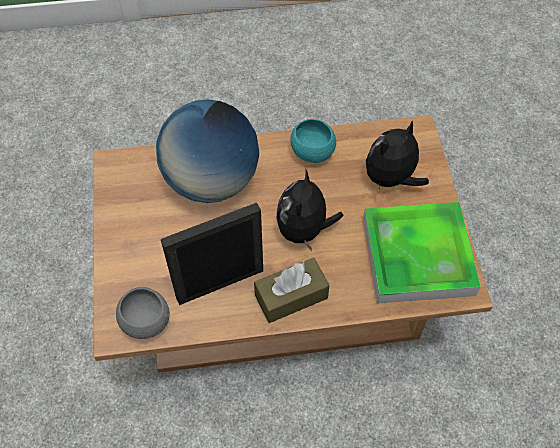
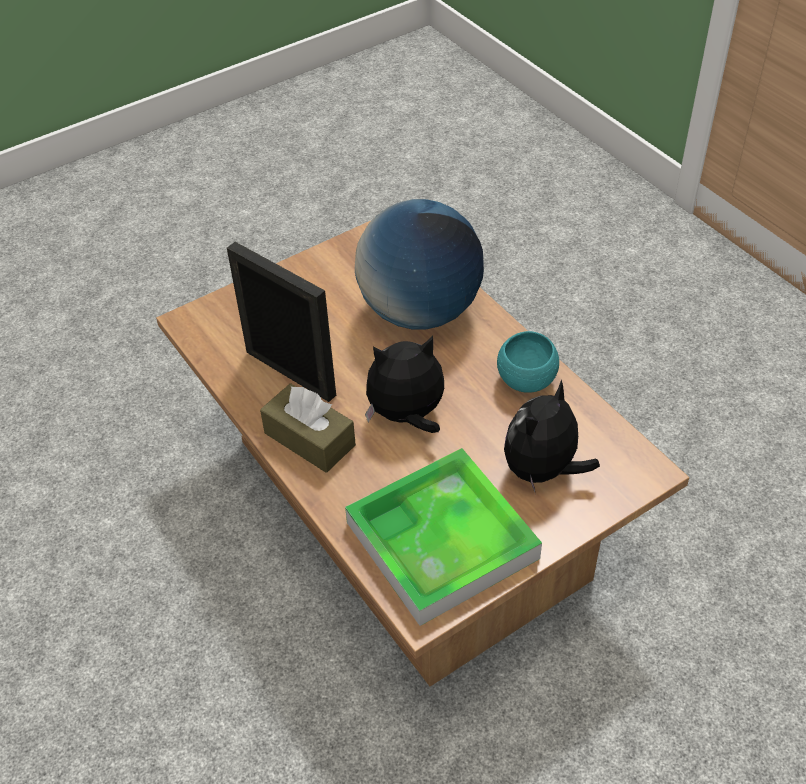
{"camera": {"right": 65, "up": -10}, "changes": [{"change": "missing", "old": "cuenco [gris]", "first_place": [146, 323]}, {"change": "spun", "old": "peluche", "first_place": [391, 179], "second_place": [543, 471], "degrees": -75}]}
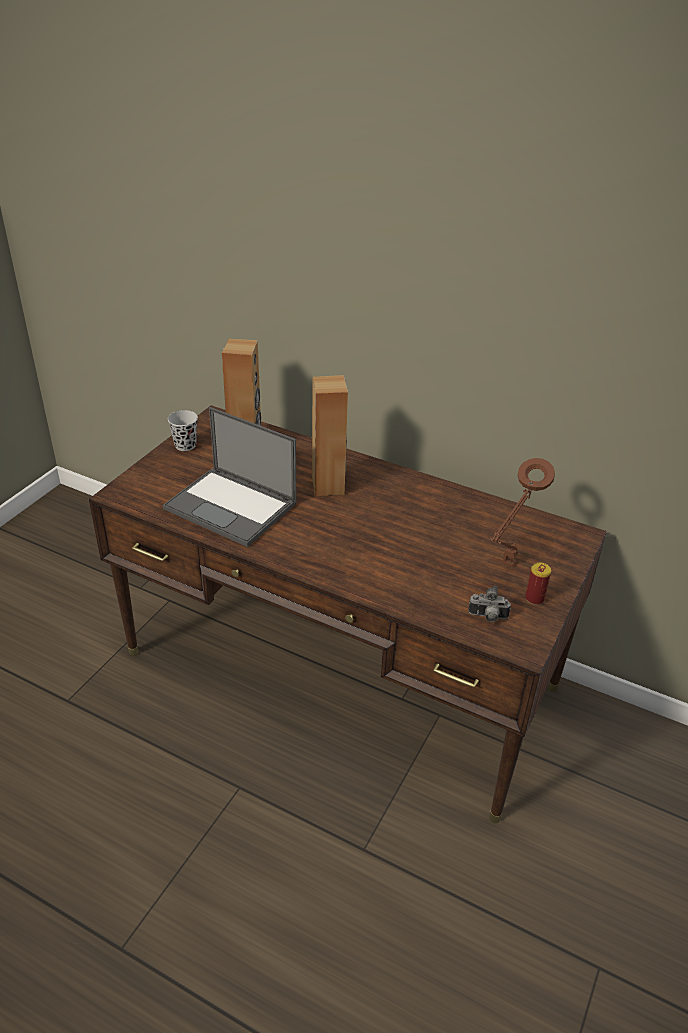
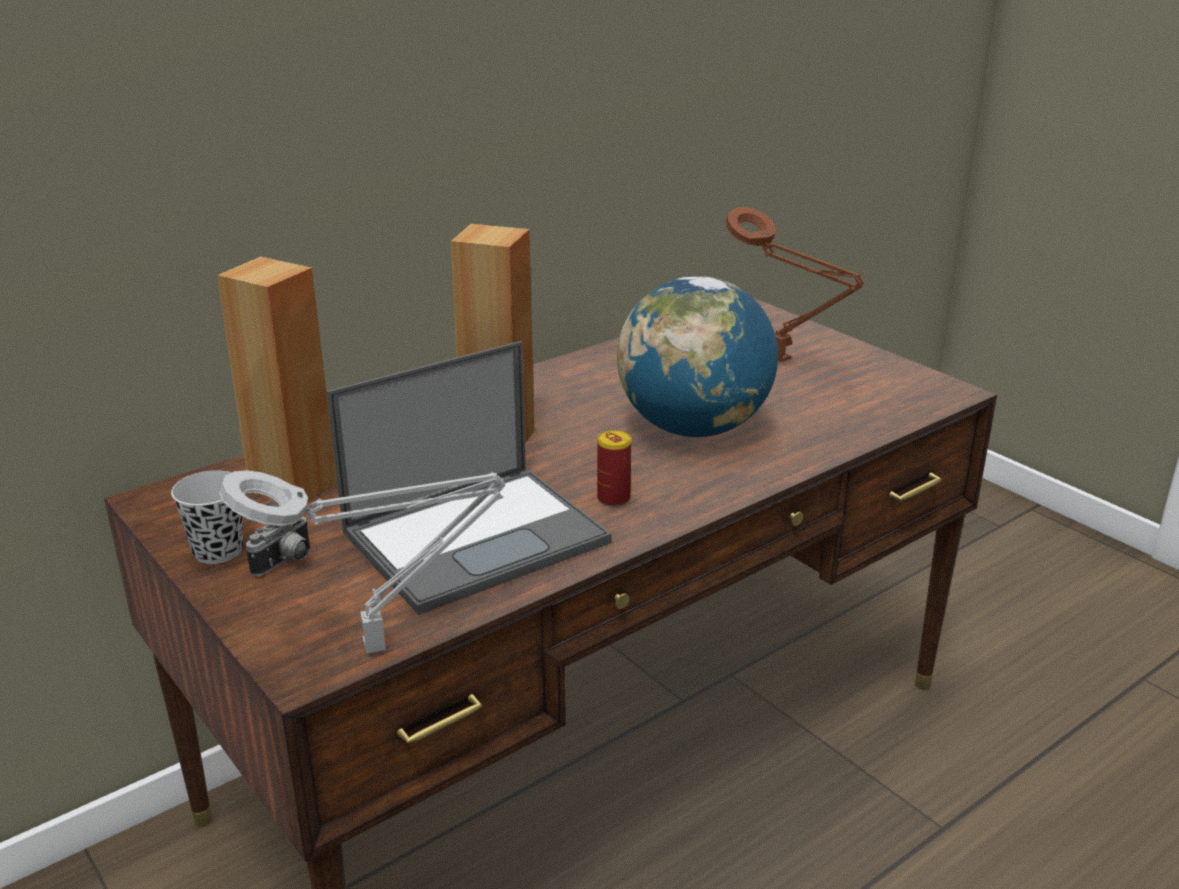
{"camera": {"right": -65, "up": -10}, "changes": [{"change": "relocated", "old": "cámara", "first_place": [488, 617], "second_place": [286, 562]}, {"change": "relocated", "old": "lata", "first_place": [534, 598], "second_place": [613, 499]}, {"change": "appeared", "new": "lámpara de mesa [gris]", "second_place": [383, 646]}, {"change": "appeared", "new": "globo terráqueo", "second_place": [694, 428]}]}
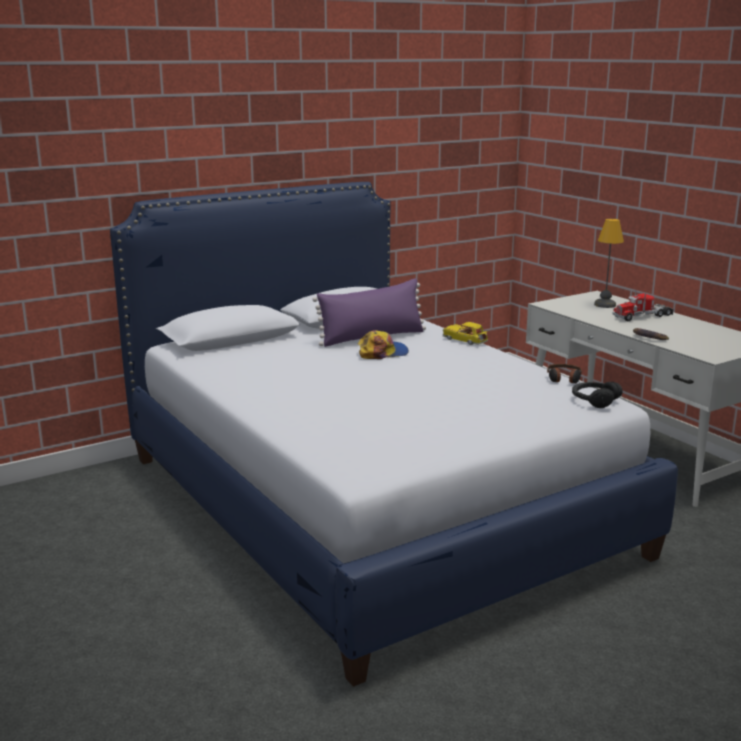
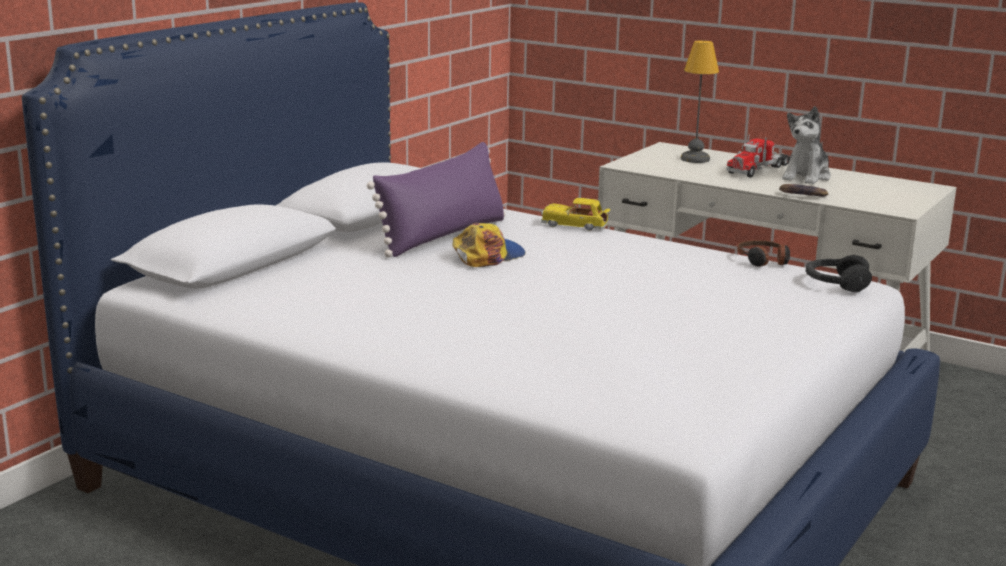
{"camera": {"right": -25, "up": 0}, "changes": [{"change": "appeared", "new": "peluche", "second_place": [806, 177]}]}
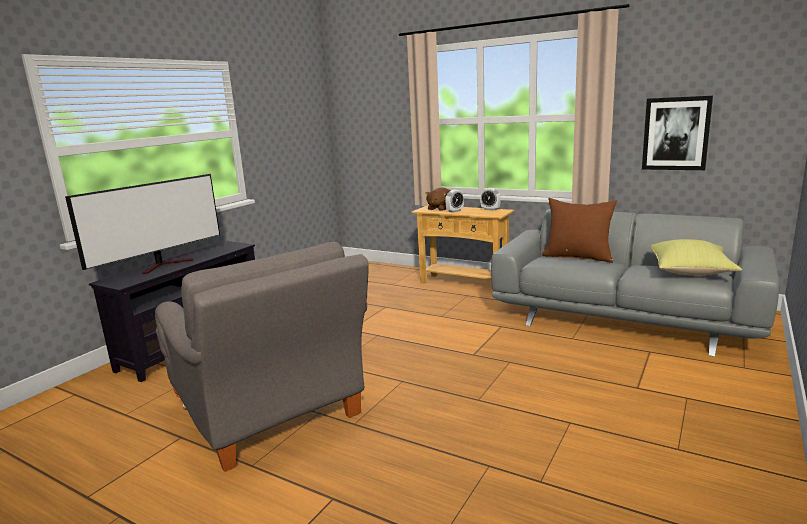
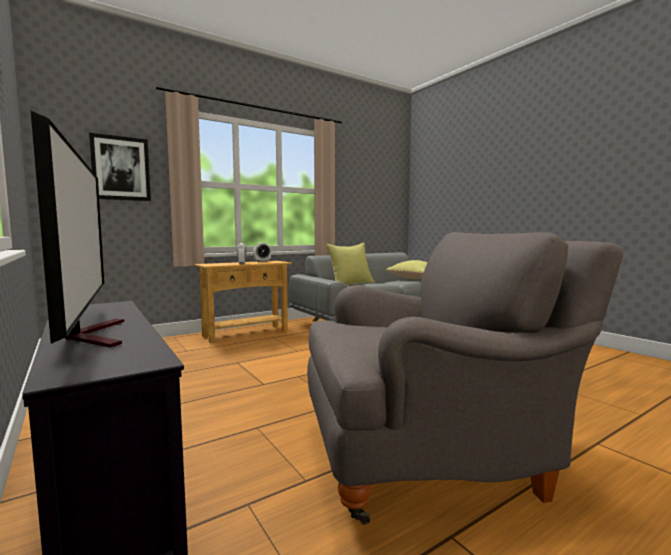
{"camera": {"right": -65, "up": -10}, "changes": [{"change": "missing", "old": "peluche [marrón]", "first_place": [439, 208]}, {"change": "colour", "old": "cojín [marrón]", "new": "cojín [amarillo]", "first_place": [578, 257], "second_place": [350, 284]}, {"change": "relocated", "old": "cuadro", "first_place": [676, 133], "second_place": [121, 168]}]}
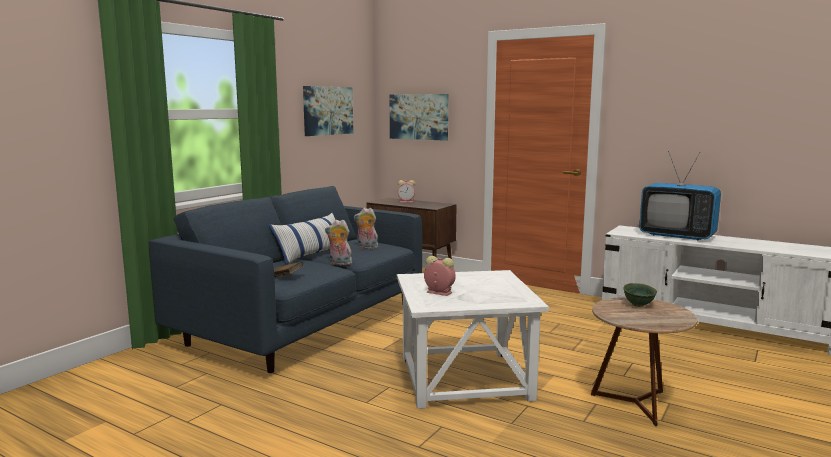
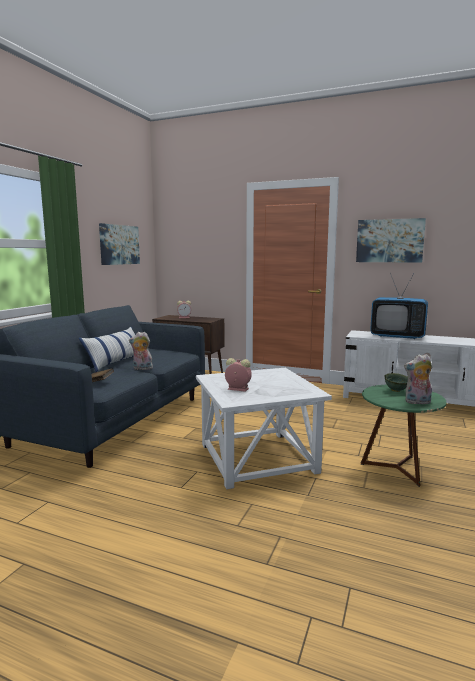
{"camera": {"right": -10, "up": 0}, "changes": [{"change": "relocated", "old": "peluche", "first_place": [366, 248], "second_place": [417, 402]}, {"change": "relocated", "old": "cuadro", "first_place": [419, 116], "second_place": [389, 241]}, {"change": "colour", "old": "mesa auxiliar [marrón]", "new": "mesa auxiliar [verde]", "first_place": [636, 403], "second_place": [397, 468]}]}
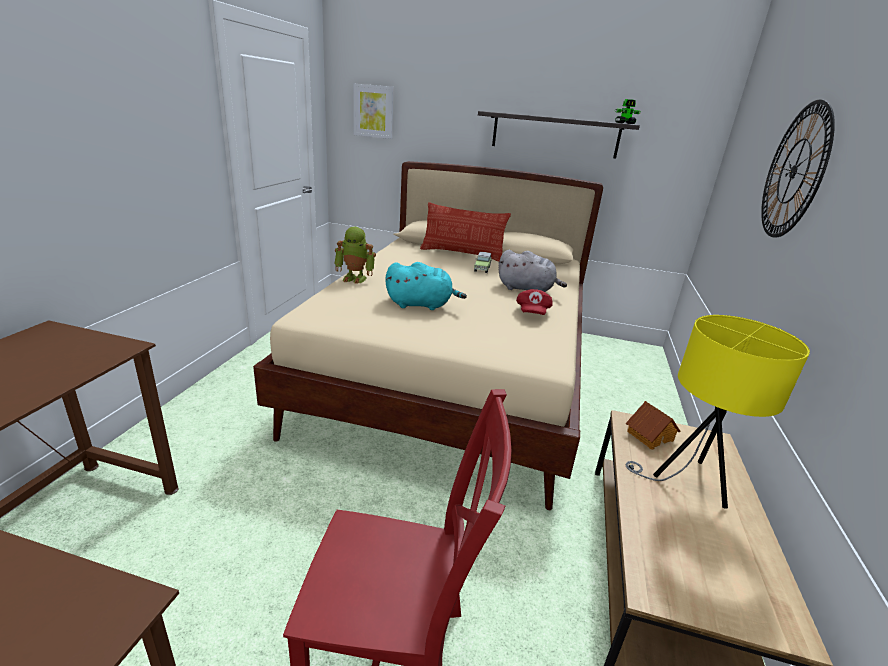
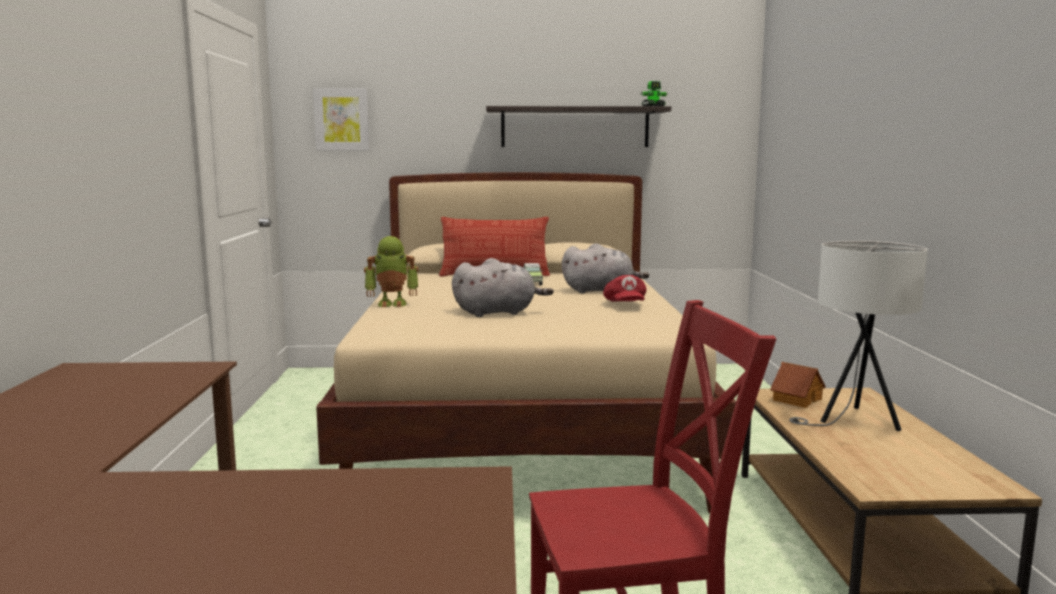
{"camera": {"right": -15, "up": -15}, "changes": [{"change": "colour", "old": "peluche [turquesa]", "new": "peluche [gris]", "first_place": [421, 305], "second_place": [498, 313]}, {"change": "colour", "old": "lámpara de mesa [amarillo]", "new": "lámpara de mesa [blanco]", "first_place": [687, 481], "second_place": [853, 422]}, {"change": "missing", "old": "reloj de pared", "first_place": [794, 171]}]}
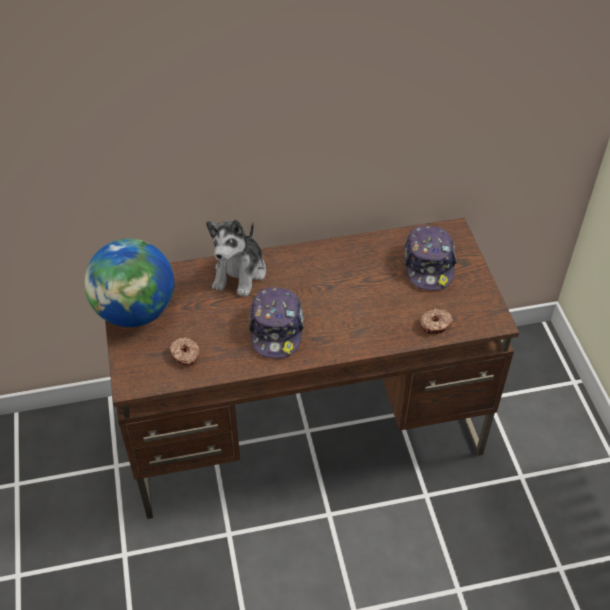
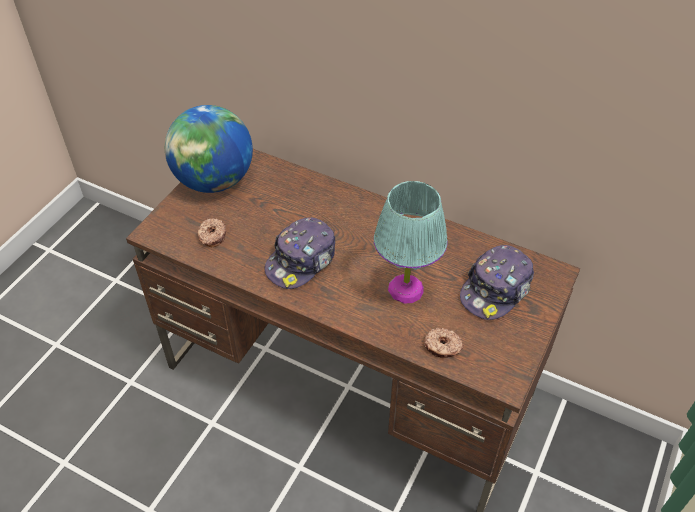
{"camera": {"right": 40, "up": 0}, "changes": [{"change": "missing", "old": "peluche", "first_place": [240, 273]}, {"change": "appeared", "new": "lámpara de mesa [turquesa]", "second_place": [406, 289]}]}
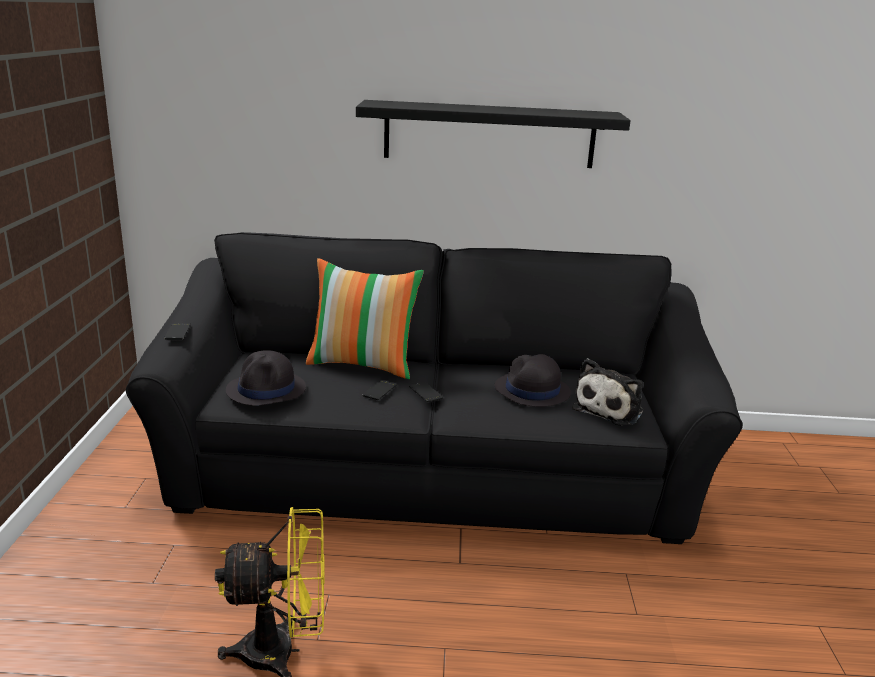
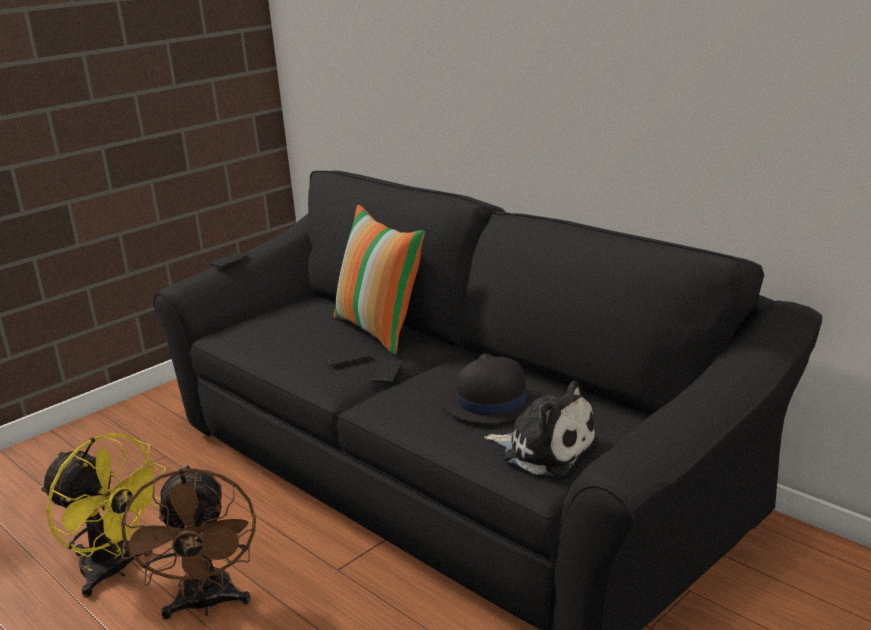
{"camera": {"right": 45, "up": 0}, "changes": [{"change": "missing", "old": "sombrero [negro]", "first_place": [266, 390]}, {"change": "missing", "old": "estante [negro]", "first_place": [489, 134]}, {"change": "spun", "old": "peluche", "first_place": [610, 409], "second_place": [544, 449], "degrees": -135}, {"change": "appeared", "new": "ventilador [marrón]", "second_place": [207, 605]}]}
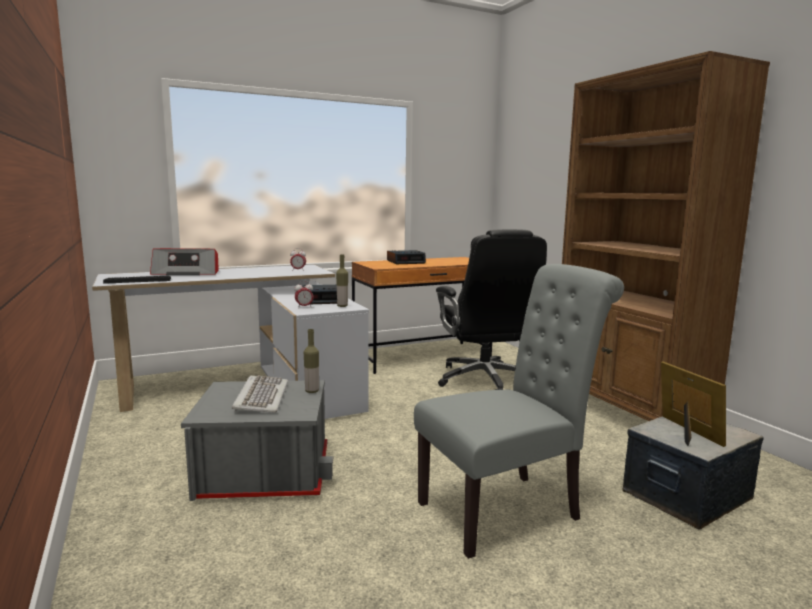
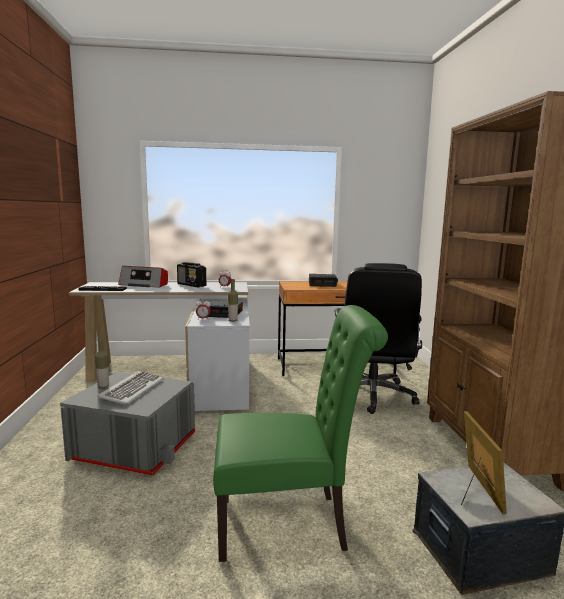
{"camera": {"right": 20, "up": 0}, "changes": [{"change": "relocated", "old": "botella", "first_place": [312, 391], "second_place": [103, 386]}, {"change": "colour", "old": "silla [gris]", "new": "silla [verde]", "first_place": [507, 509], "second_place": [290, 523]}, {"change": "appeared", "new": "radio", "second_place": [192, 285]}]}
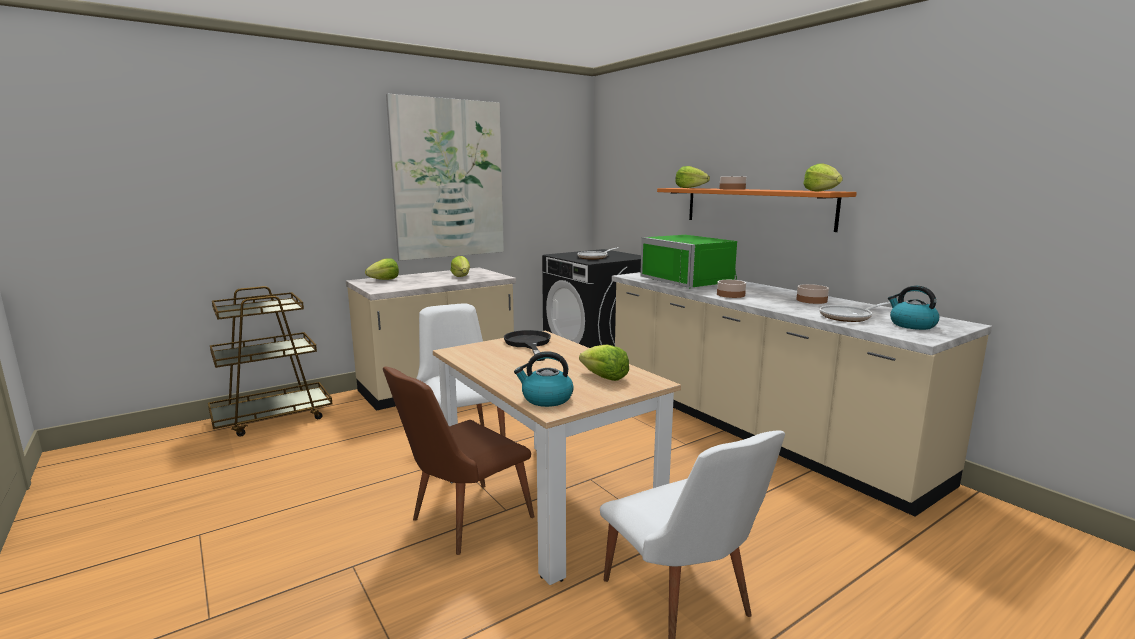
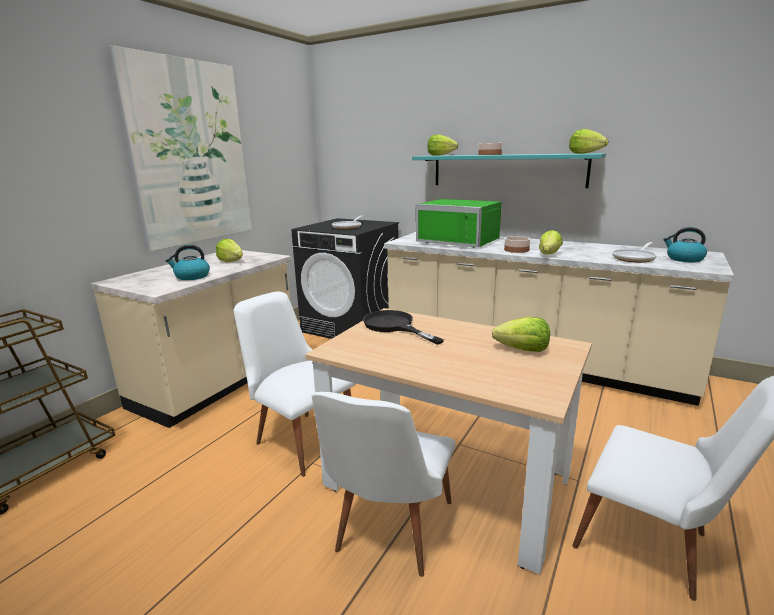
{"camera": {"right": -25, "up": 5}, "changes": [{"change": "relocated", "old": "lechuga", "first_place": [384, 280], "second_place": [549, 254]}, {"change": "colour", "old": "silla [marrón]", "new": "silla [blanco]", "first_place": [461, 521], "second_place": [388, 534]}, {"change": "relocated", "old": "hervidor", "first_place": [546, 399], "second_place": [192, 277]}, {"change": "colour", "old": "estante [naranja]", "new": "estante [turquesa]", "first_place": [756, 207], "second_place": [507, 170]}, {"change": "missing", "old": "cuenco", "first_place": [811, 300]}]}
